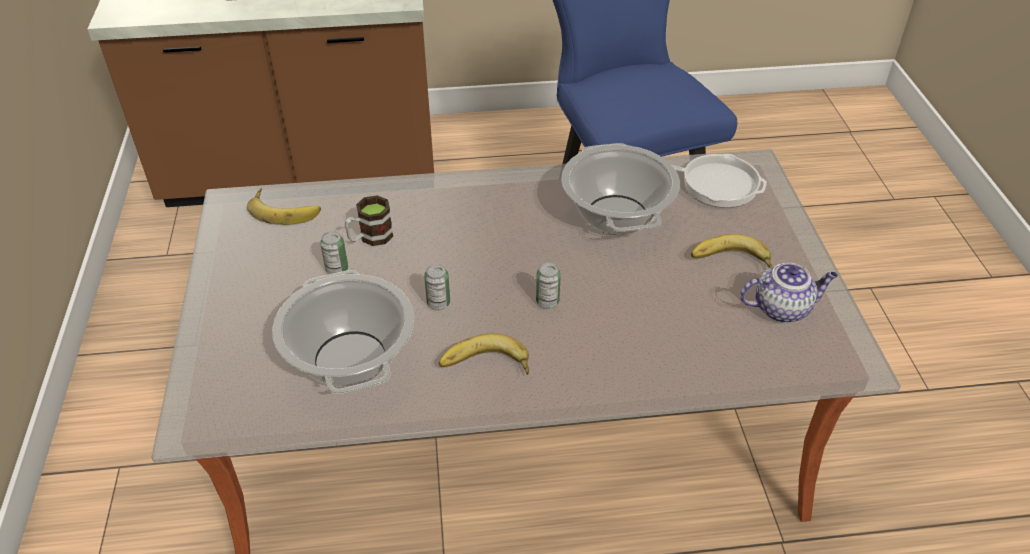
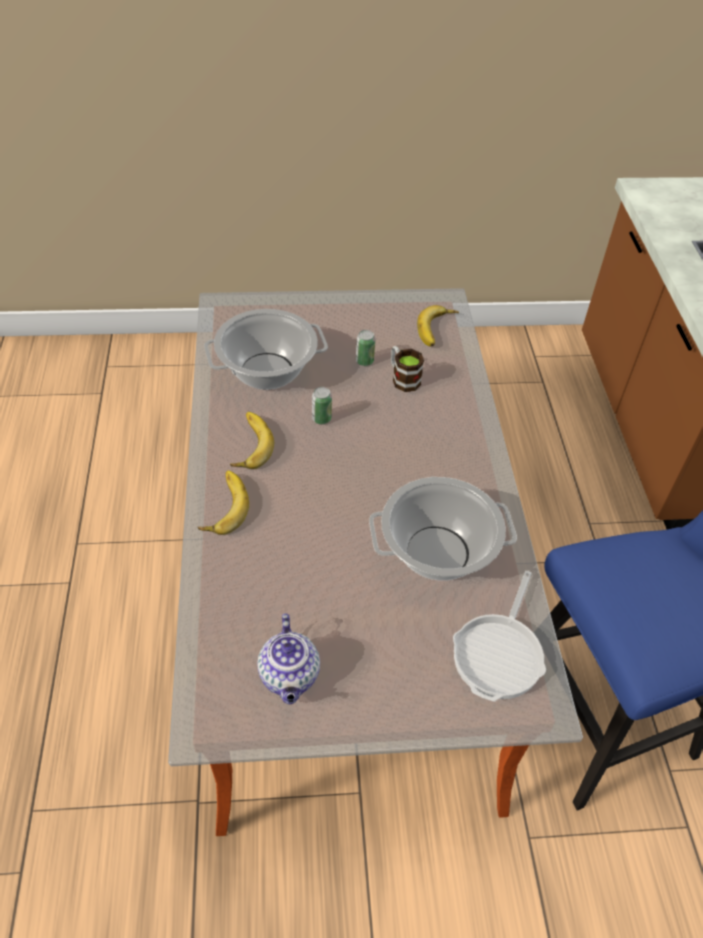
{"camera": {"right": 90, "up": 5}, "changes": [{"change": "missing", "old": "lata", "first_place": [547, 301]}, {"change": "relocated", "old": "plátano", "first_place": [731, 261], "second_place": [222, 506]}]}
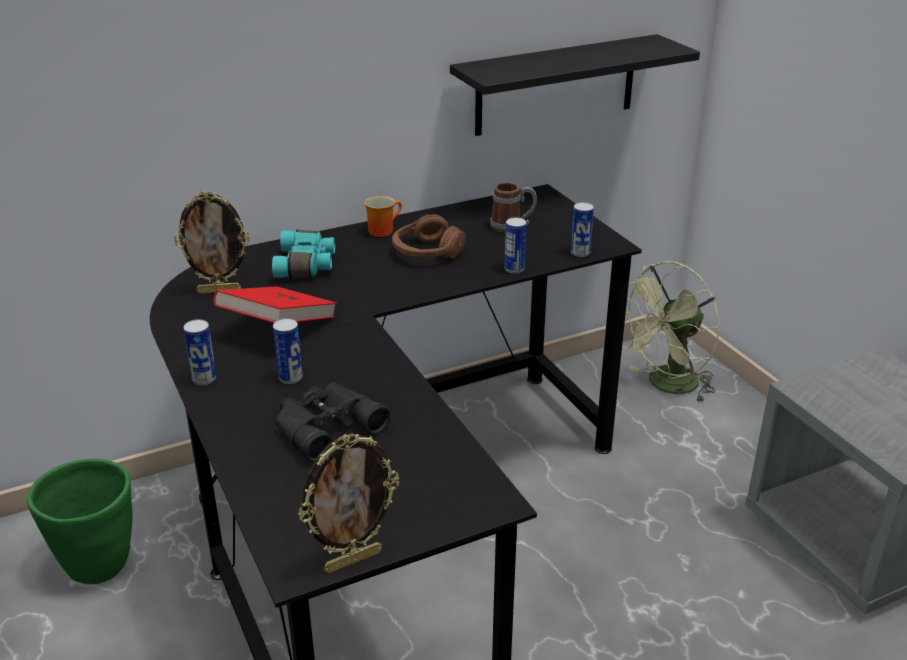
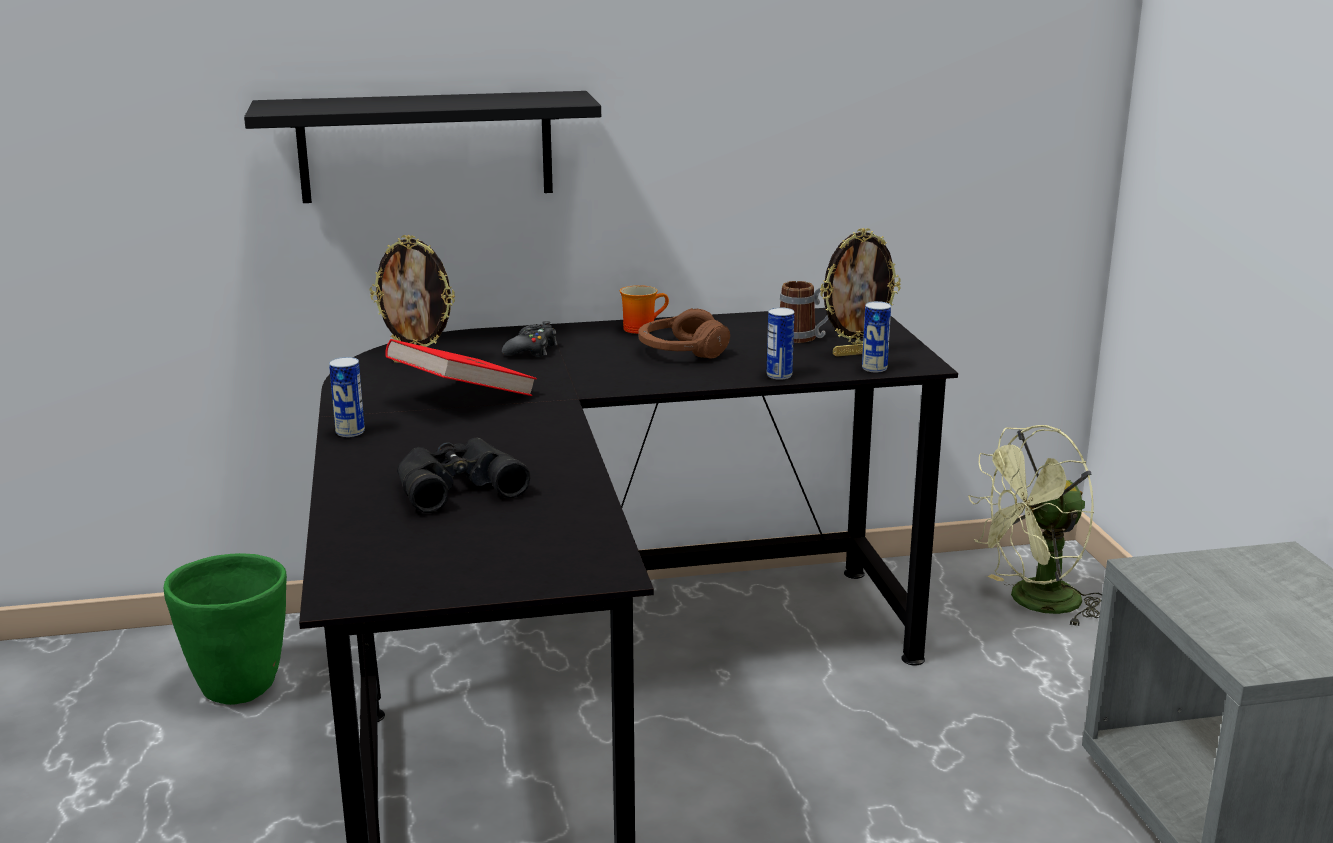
{"camera": {"right": 15, "up": -10}, "changes": [{"change": "exchanged", "old": "prismáticos [turquesa]", "new": "mando de consola [negro]", "first_place": [307, 265], "second_place": [531, 350]}, {"change": "missing", "old": "lata", "first_place": [290, 378]}, {"change": "relocated", "old": "portarretratos", "first_place": [352, 560], "second_place": [855, 353]}, {"change": "relocated", "old": "estante [negro]", "first_place": [556, 85], "second_place": [426, 146]}]}
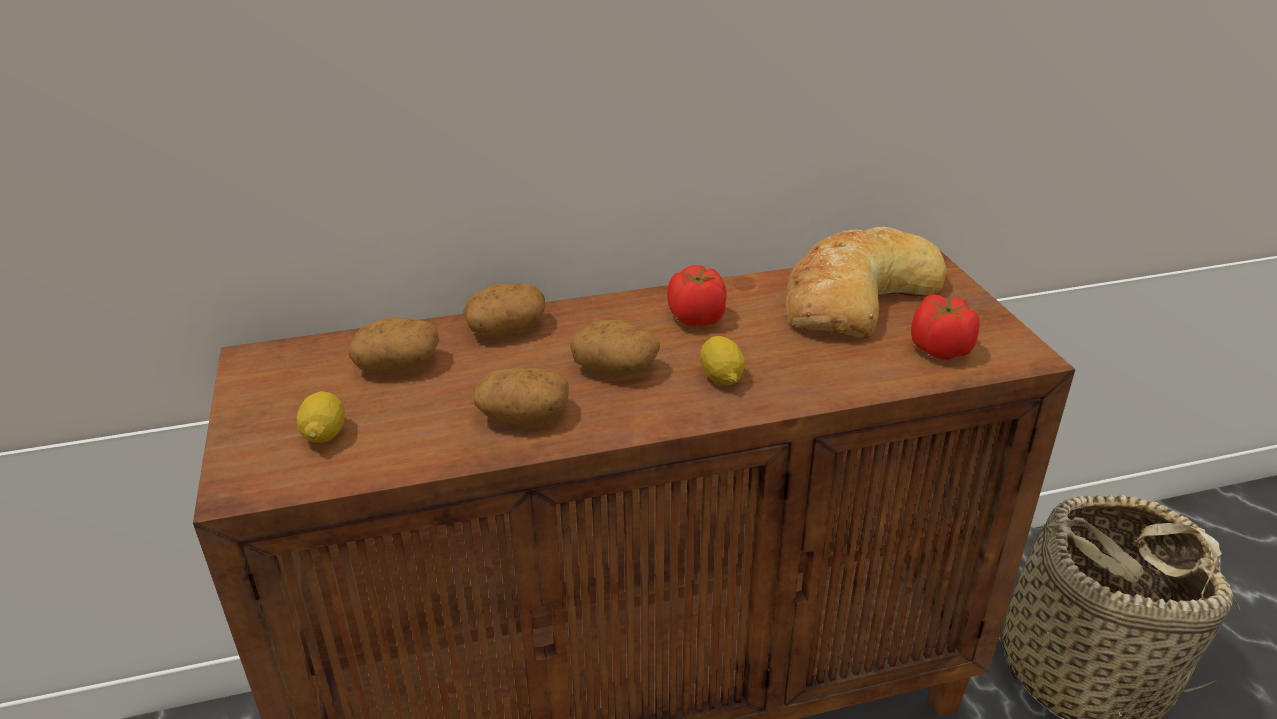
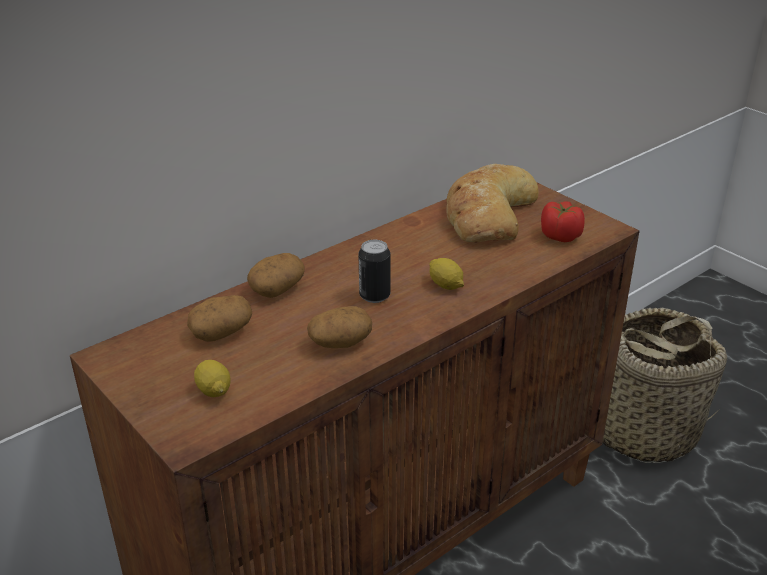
{"camera": {"right": -25, "up": 0}, "changes": [{"change": "exchanged", "old": "patata", "new": "lata", "first_place": [616, 367], "second_place": [374, 296]}, {"change": "missing", "old": "tomate", "first_place": [695, 319]}]}
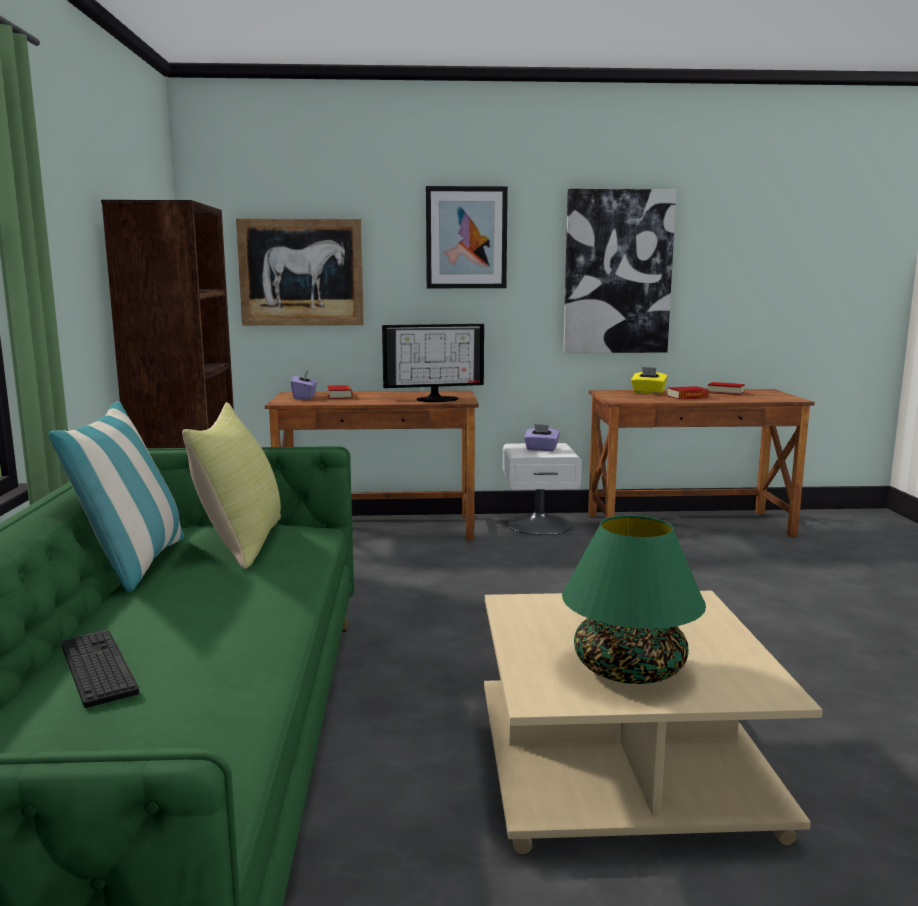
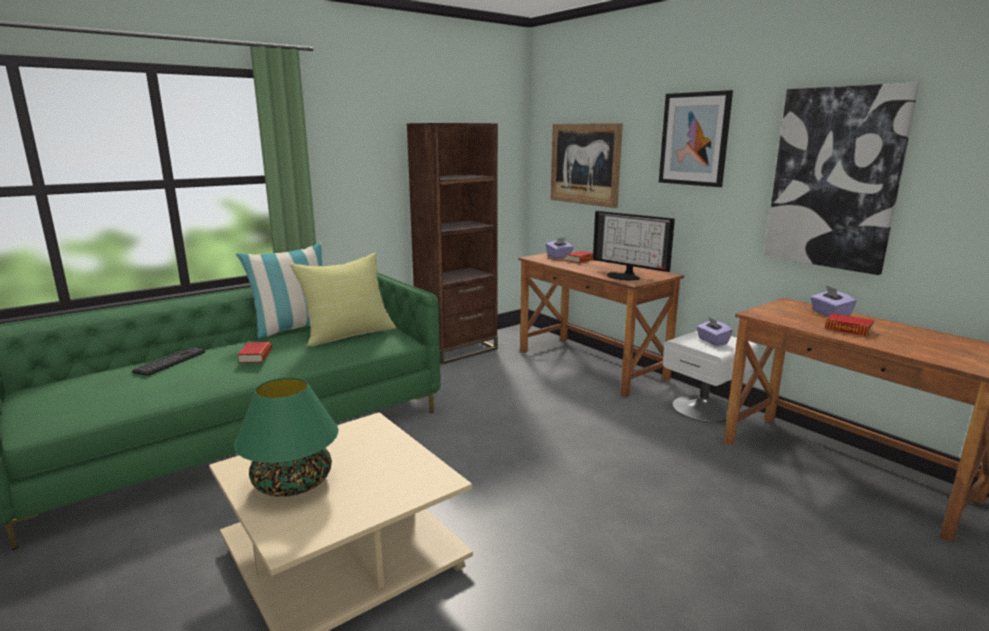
{"camera": {"right": 55, "up": 5}, "changes": [{"change": "colour", "old": "caja de pañuelos [amarillo]", "new": "caja de pañuelos [morado]", "first_place": [648, 392], "second_place": [829, 314]}, {"change": "relocated", "old": "libro", "first_place": [725, 392], "second_place": [256, 356]}]}
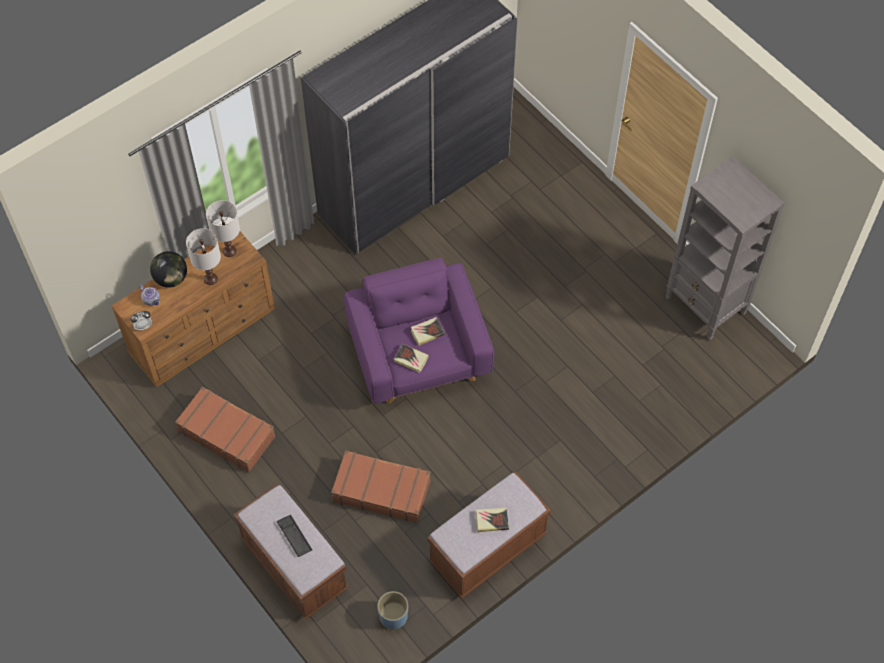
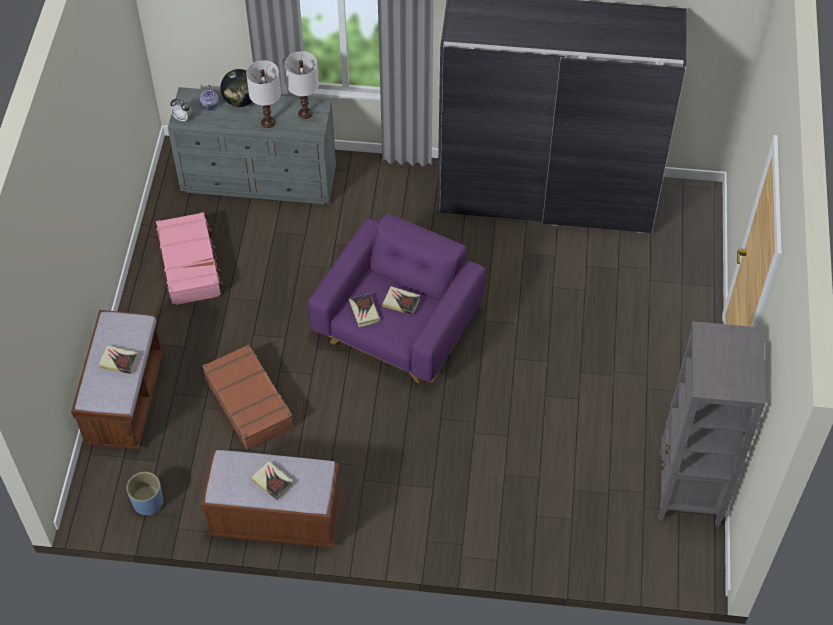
{"camera": {"right": 45, "up": -5}, "changes": [{"change": "colour", "old": "cómoda [marrón]", "new": "cómoda [gris]", "first_place": [203, 331], "second_place": [260, 179]}, {"change": "colour", "old": "maleta [marrón]", "new": "maleta [rosa]", "first_place": [227, 433], "second_place": [190, 265]}, {"change": "exchanged", "old": "teclado", "new": "libro", "first_place": [294, 536], "second_place": [118, 361]}]}
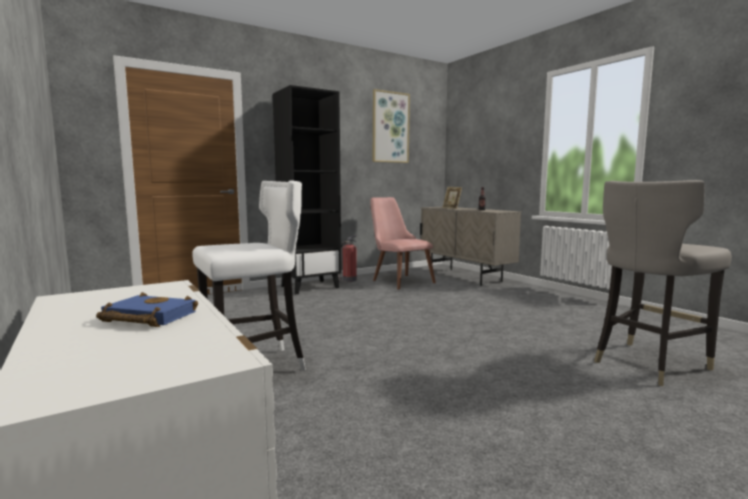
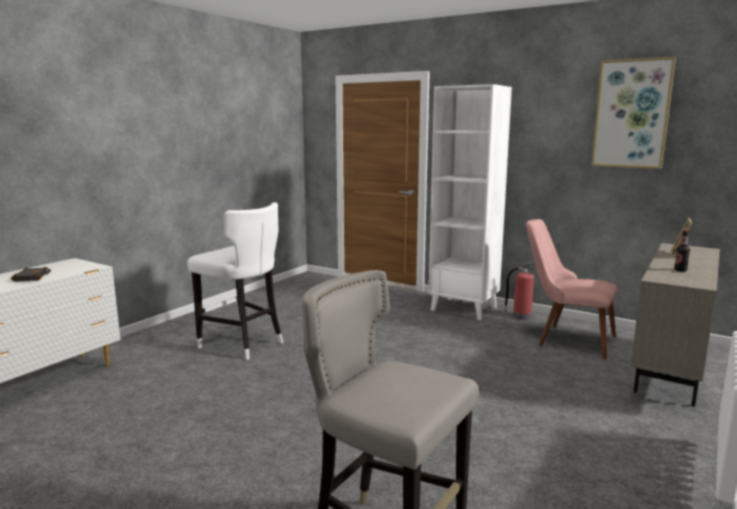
{"camera": {"right": 65, "up": 5}, "changes": [{"change": "colour", "old": "libro [azul]", "new": "libro [negro]", "first_place": [146, 318], "second_place": [30, 277]}, {"change": "colour", "old": "estantería [negro]", "new": "estantería [blanco]", "first_place": [310, 287], "second_place": [464, 308]}, {"change": "spun", "old": "silla [rosa]", "first_place": [398, 280], "second_place": [565, 338], "degrees": -90}]}
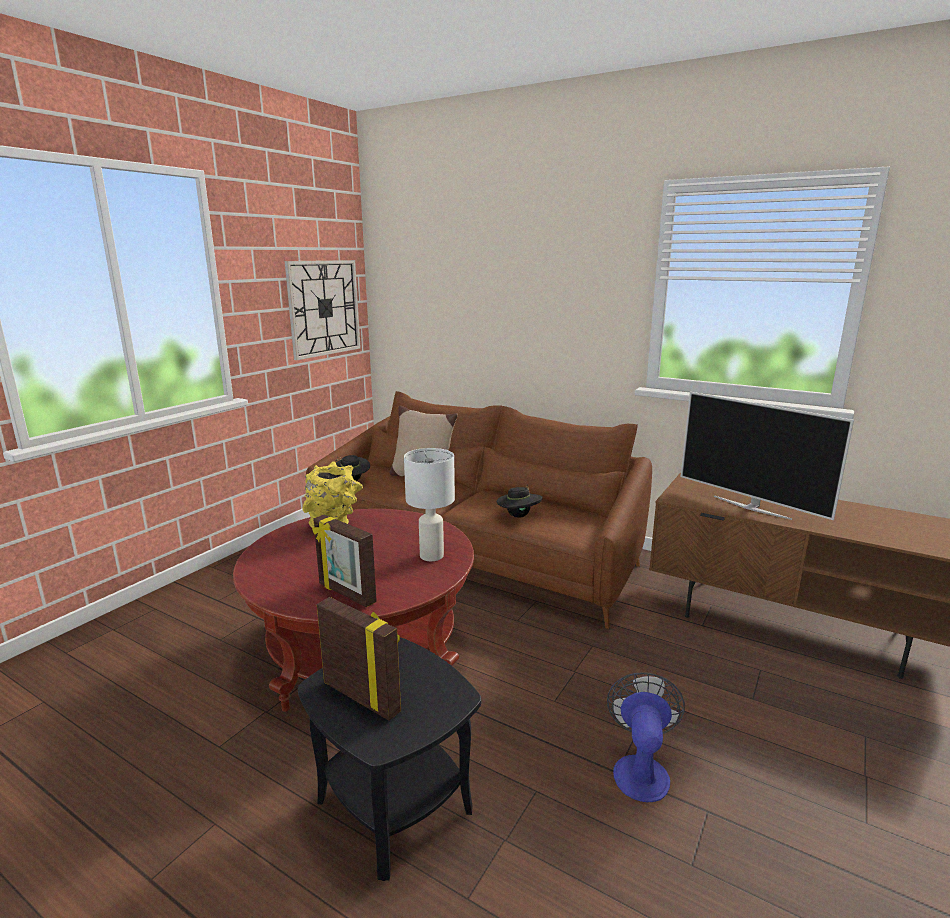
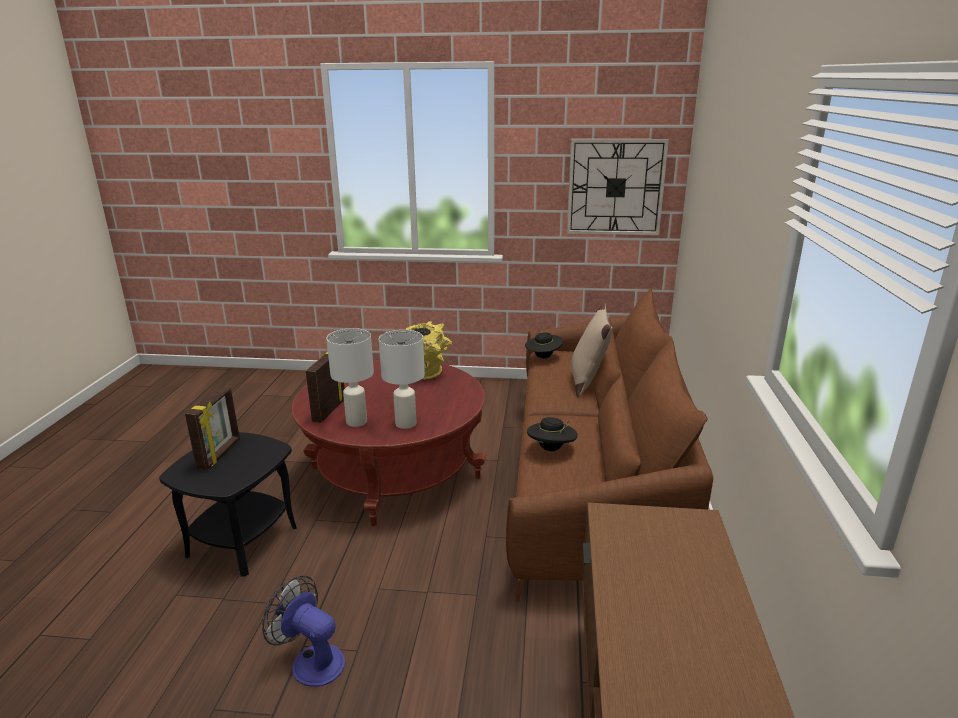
{"camera": {"right": 65, "up": 5}, "changes": [{"change": "spun", "old": "ventilador", "first_place": [640, 769], "second_place": [311, 660], "degrees": -135}, {"change": "missing", "old": "televisor", "first_place": [751, 507]}, {"change": "appeared", "new": "lámpara de mesa [blanco]", "second_place": [356, 422]}]}
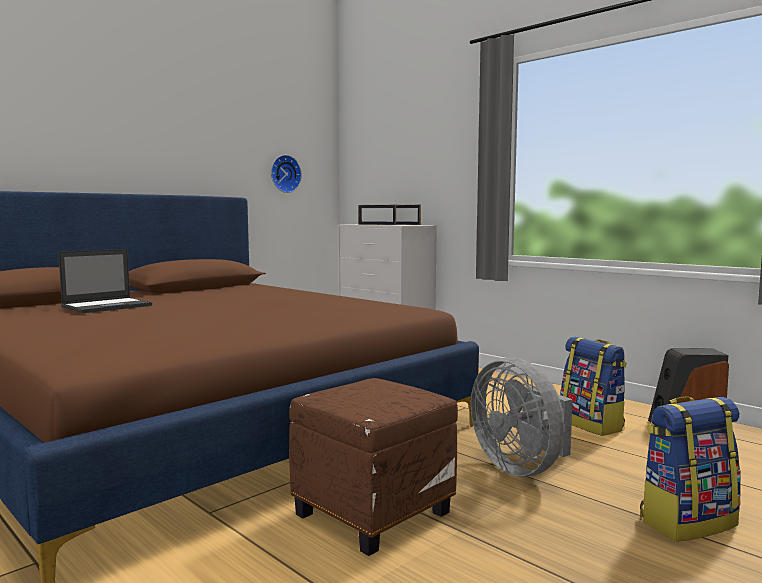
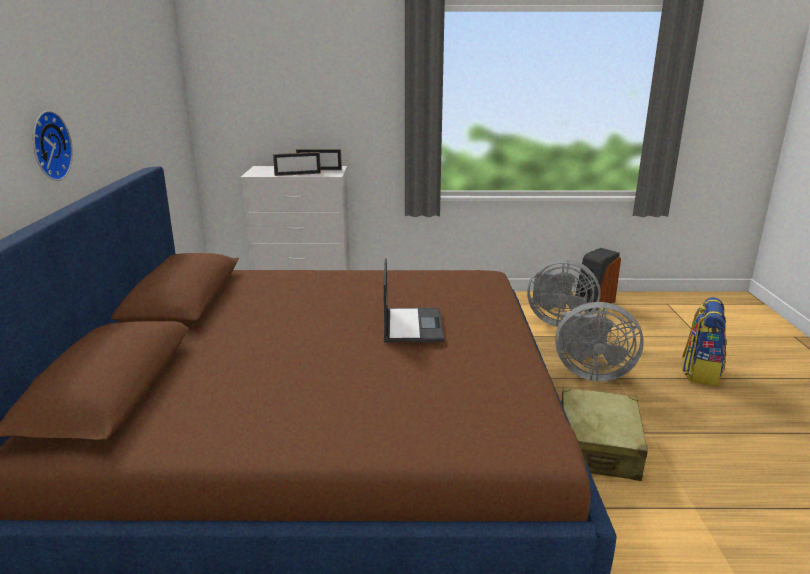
{"camera": {"right": -45, "up": 15}, "changes": [{"change": "relocated", "old": "portátil", "first_place": [108, 306], "second_place": [412, 325]}, {"change": "relocated", "old": "reloj de pared", "first_place": [284, 174], "second_place": [47, 146]}, {"change": "exchanged", "old": "puf [marrón]", "new": "maleta [beis]", "first_place": [373, 512], "second_place": [597, 447]}, {"change": "exchanged", "old": "mochila", "new": "ventilador [gris]", "first_place": [592, 425], "second_place": [557, 321]}]}
